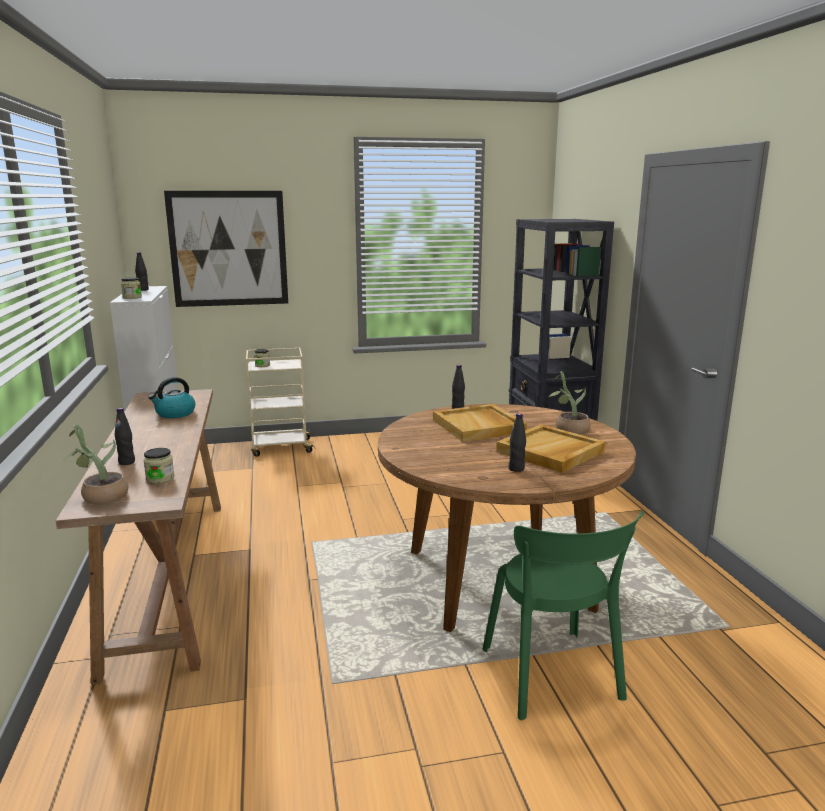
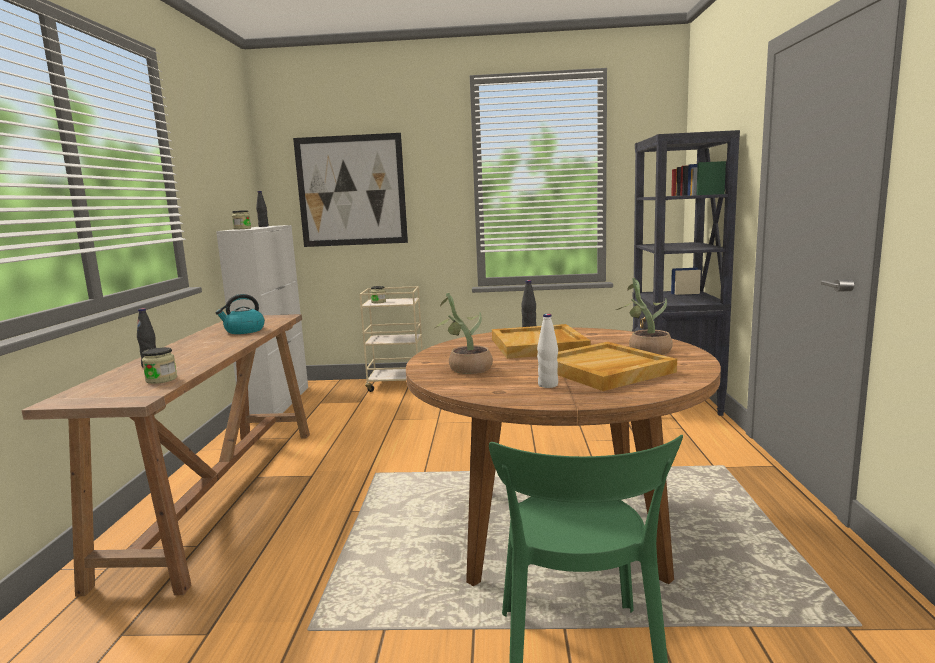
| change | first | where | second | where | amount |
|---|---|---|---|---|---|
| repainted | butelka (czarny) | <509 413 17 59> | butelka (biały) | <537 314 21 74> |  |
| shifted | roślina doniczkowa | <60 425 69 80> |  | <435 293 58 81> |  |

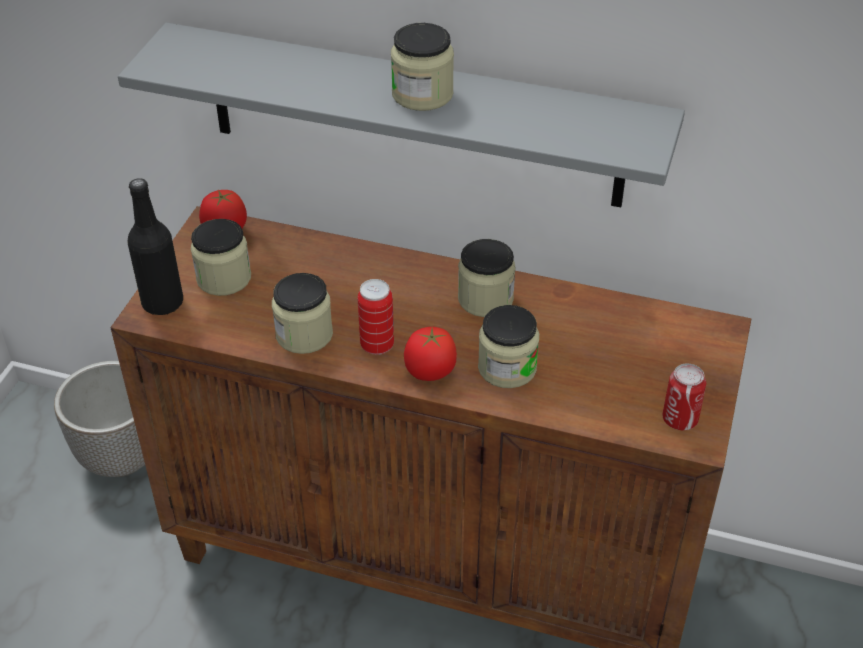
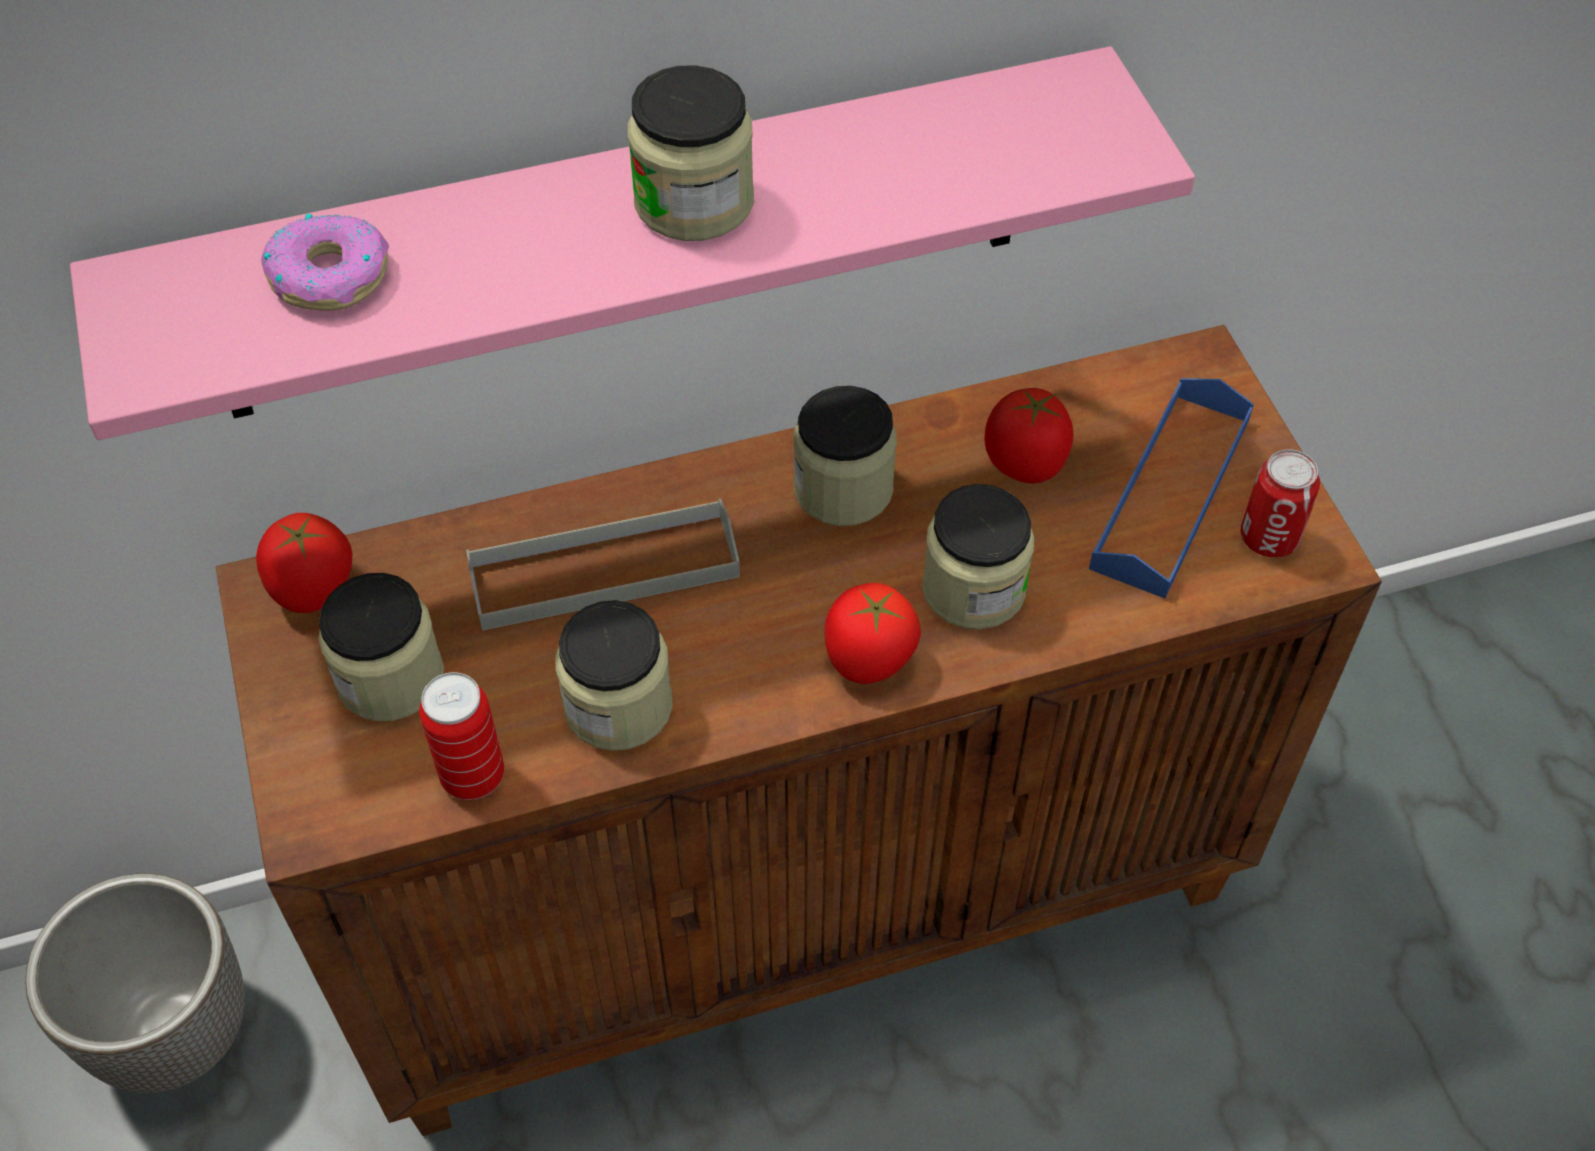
| change | first | where | second | where | amount |
|---|---|---|---|---|---|
| repainted | półka (szary) | <118 22 567 185> | półka (różowy) | <70 46 1125 394> |  |
| gone | butelka (czarny) | <127 178 56 137> |  |  |  |
| shifted | puszka | <358 279 36 76> |  | <419 672 85 128> |  |
| new |  |  | donut | <261 214 128 97> |  |
| new |  |  | taca (niebieski) | <1089 378 165 221> |  |
| new |  |  | pomidor | <984 388 89 95> |  |
| new |  |  | taca (szary) | <466 499 274 132> |  |

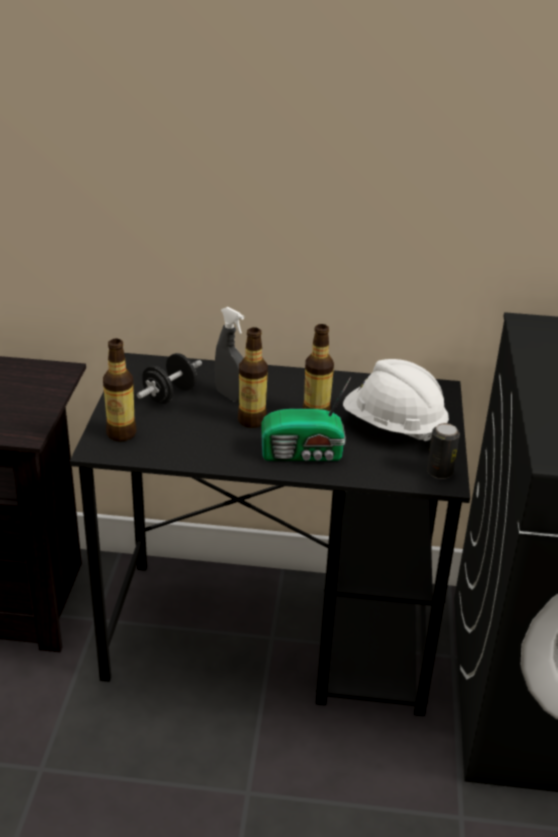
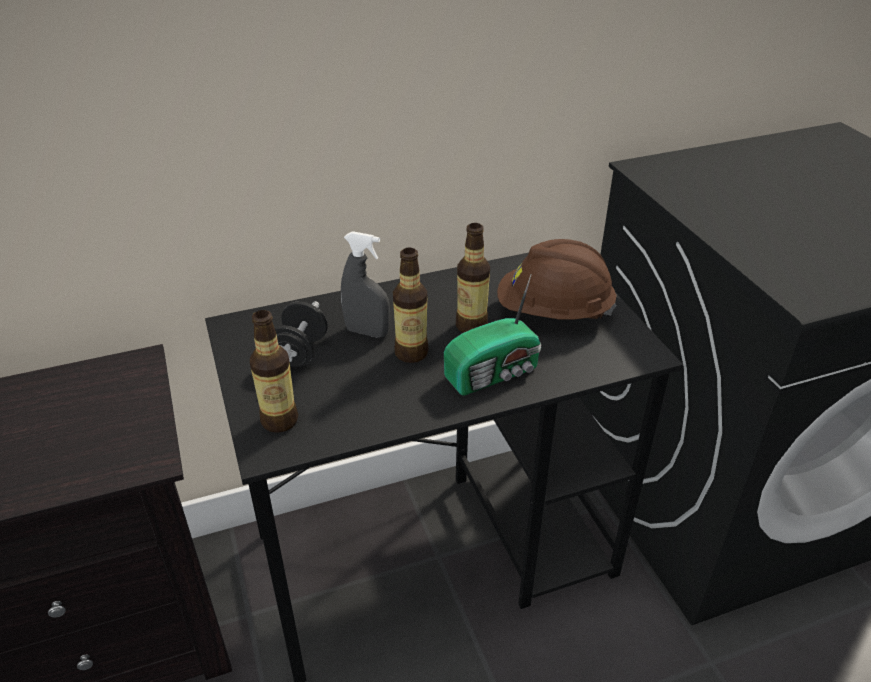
| change | first | where | second | where | amount |
|---|---|---|---|---|---|
| repainted | kask (biały) | <343 359 106 82> | kask (brązowy) | <497 239 120 80> |  |
| gone | puszka | <427 423 33 56> |  |  |  |

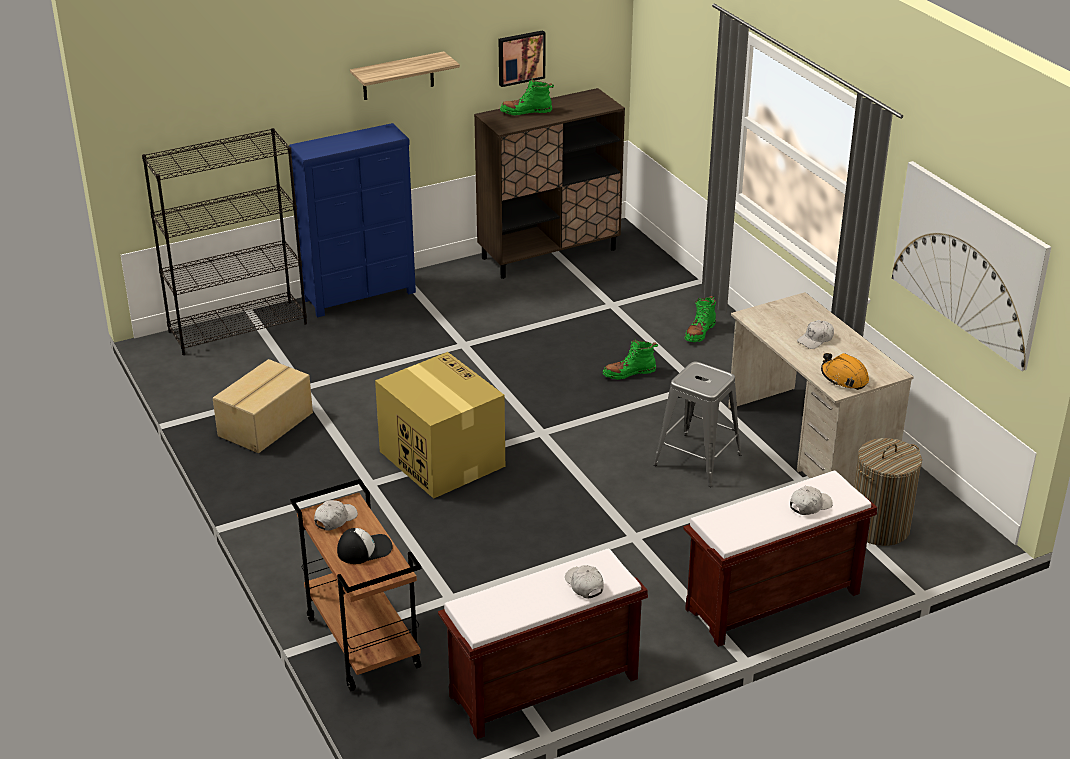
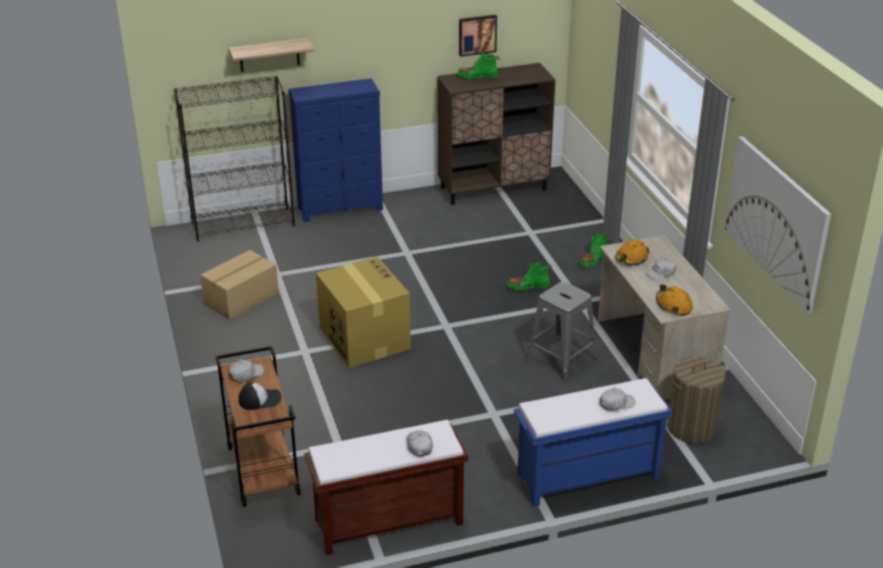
| change | first | where | second | where | amount |
|---|---|---|---|---|---|
| shifted | półka | <350 51 110 49> |  | <228 38 86 34> |  |
| repainted | ławka (brązowy) | <683 471 194 176> | ławka (niebieski) | <514 378 158 129> |  |
| new |  |  | kask (pomarańczowy) | <615 239 34 26> |  |

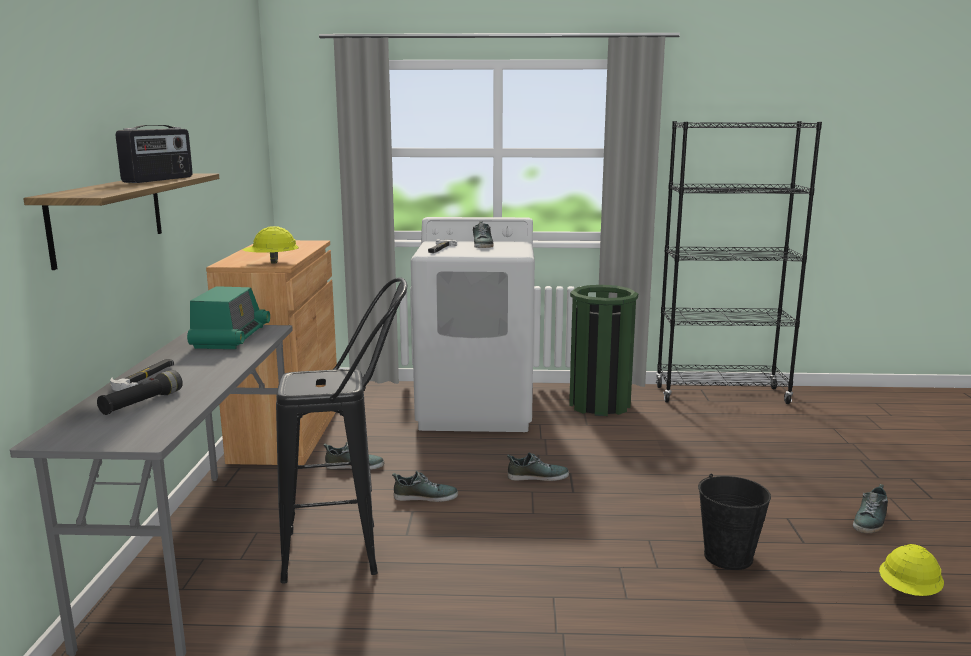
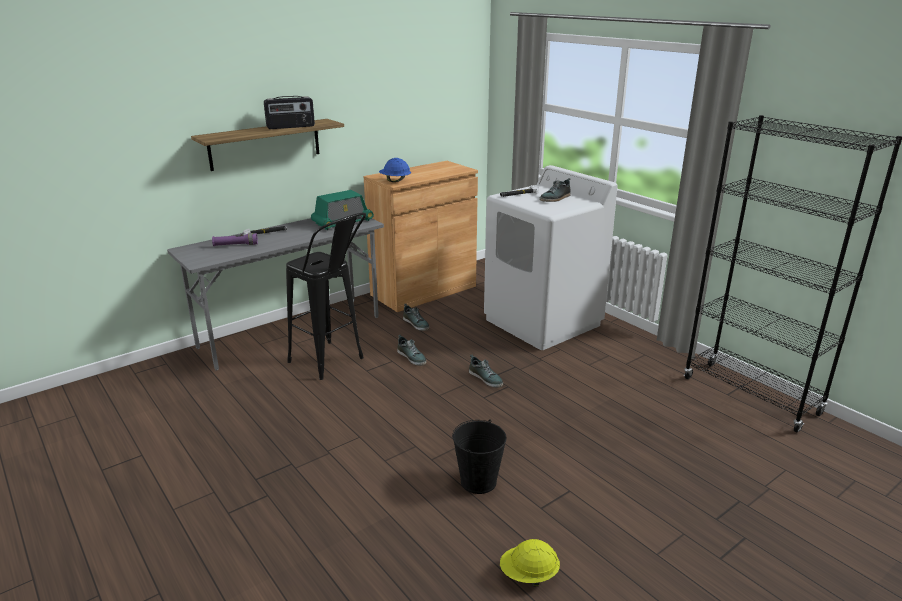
| change | first | where | second | where | amount |
|---|---|---|---|---|---|
| repainted | kask (żółty) | <242 226 57 38> | kask (niebieski) | <379 158 32 24> |  |
| gone | kosz na śmieci (zielony) | <569 285 69 131> |  |  |  |
| repainted | latarka (czarny) | <97 370 86 45> | latarka (fioletowy) | <212 233 46 13> |  |
| gone | but | <853 484 35 49> |  |  |  |

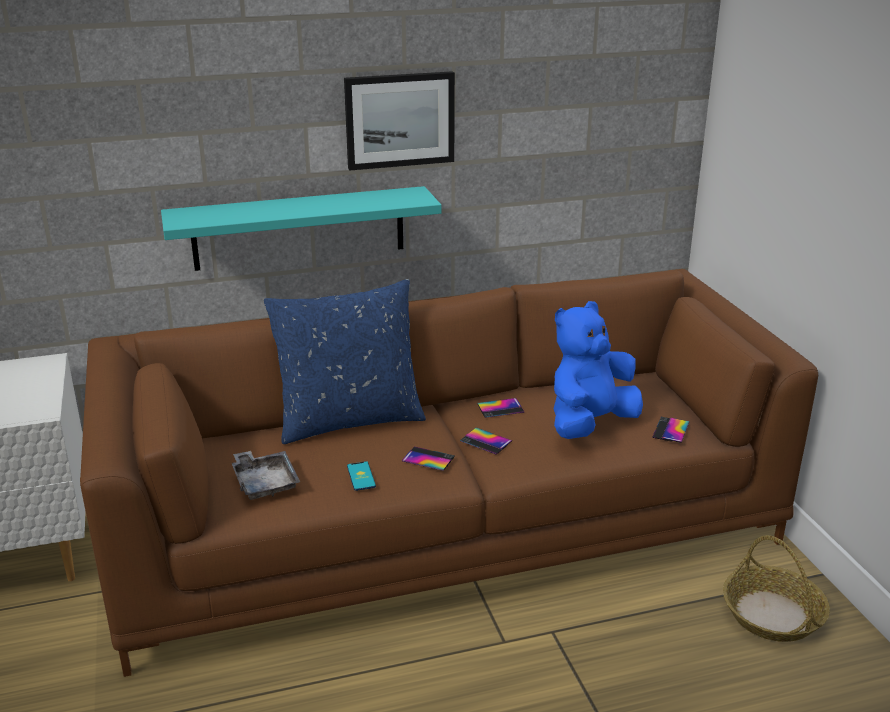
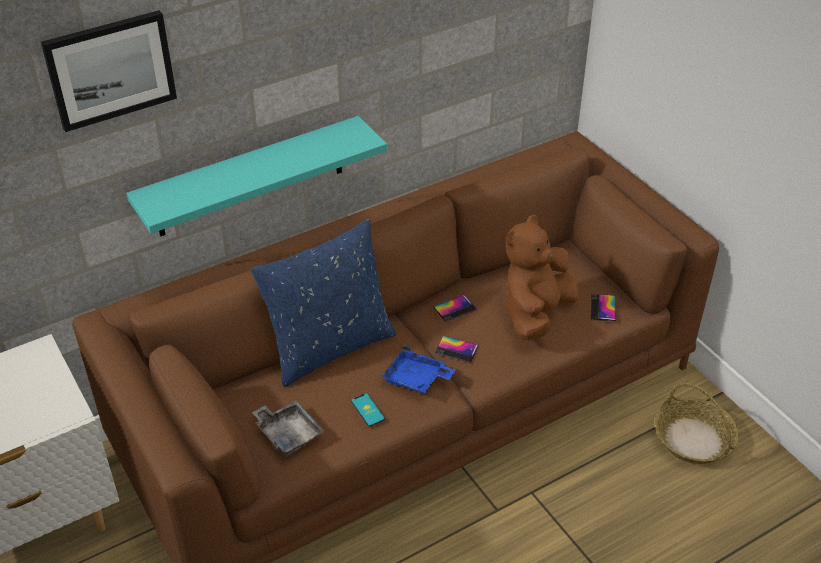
| change | first | where | second | where | amount |
|---|---|---|---|---|---|
| shifted | obraz | <344 71 111 99> |  | <41 10 136 122> |  |
| repainted | pluszak (niebieski) | <554 301 89 138> | pluszak (brązowy) | <505 215 73 126> |  |
| swapped | telefon | <402 446 53 25> | taca (niebieski) | <381 345 75 48> |  |

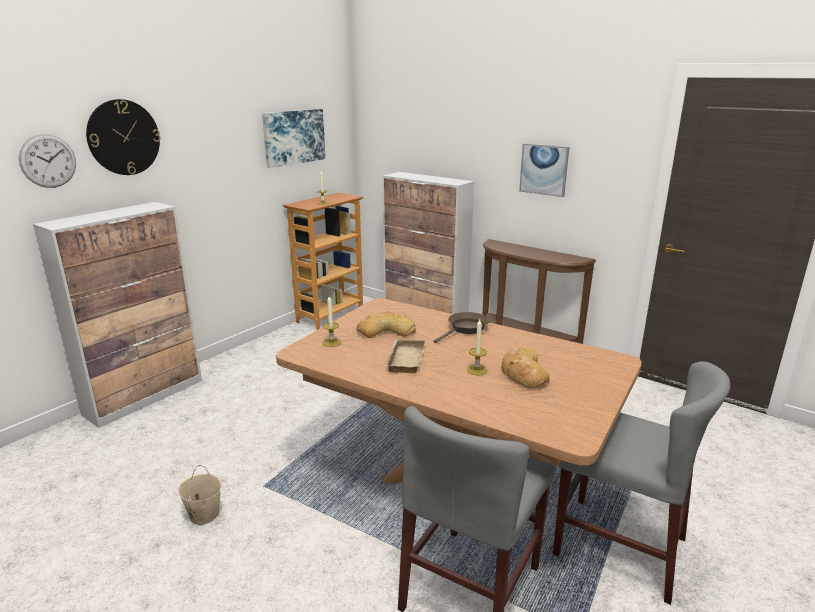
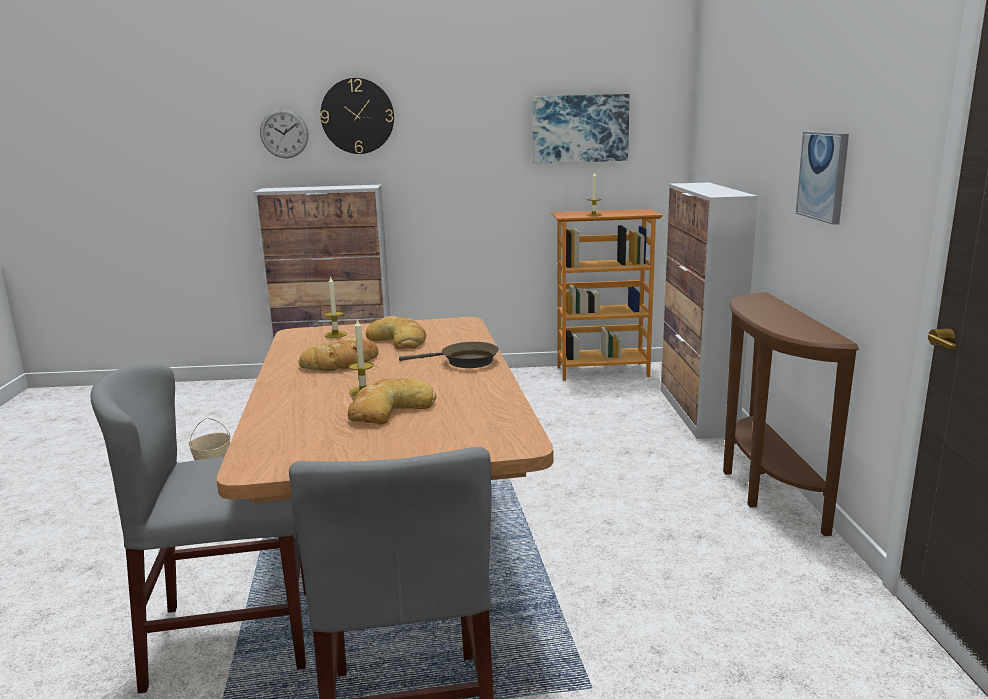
| change | first | where | second | where | amount |
|---|---|---|---|---|---|
| swapped | taca (beżowy) | <385 339 40 34> | chleb | <299 337 80 34> |  |

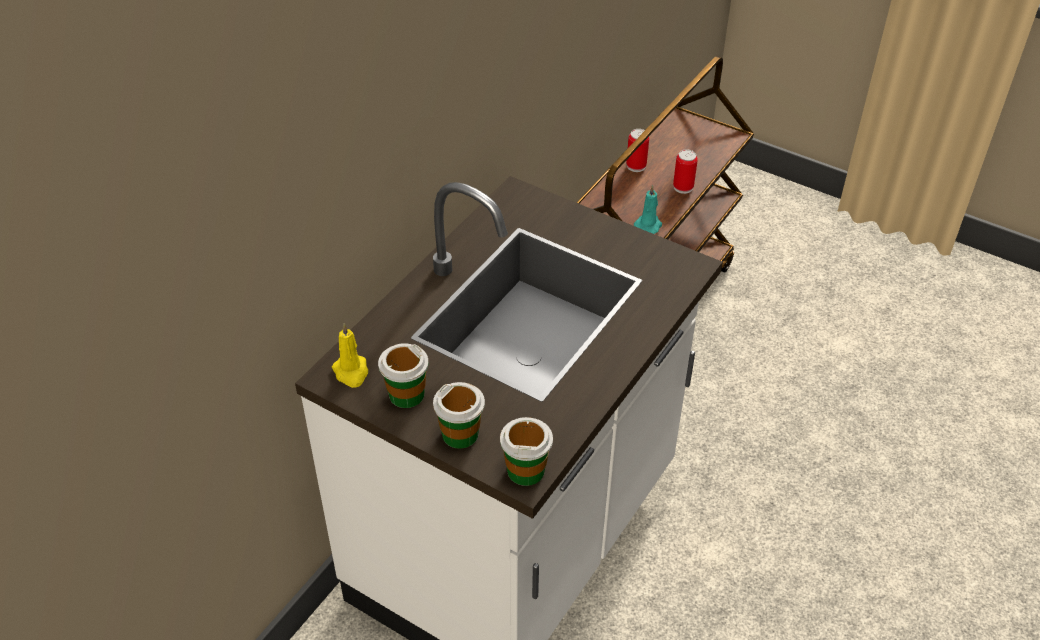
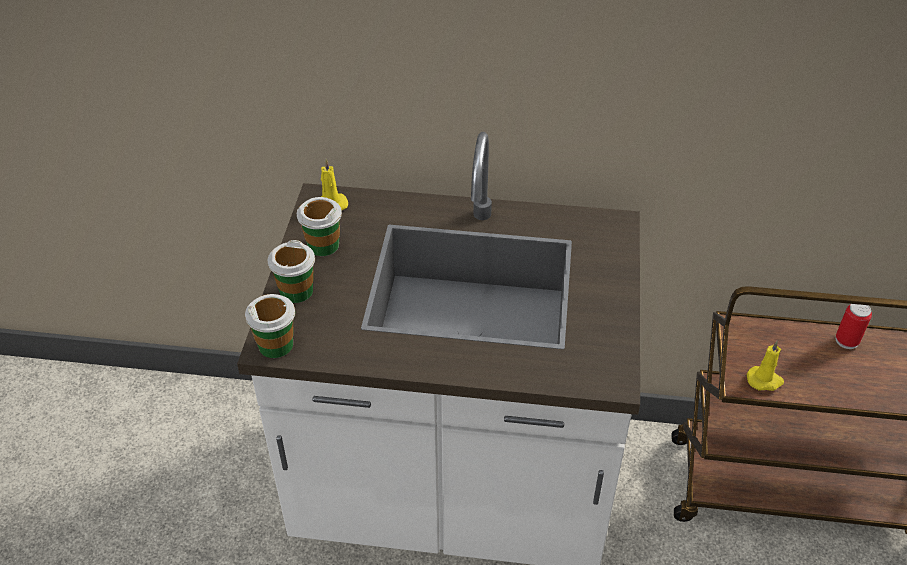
| change | first | where | second | where | amount |
|---|---|---|---|---|---|
| gone | puszka | <673 150 25 44> |  |  |  |
| repainted | świeca (turkusowy) | <634 185 28 49> | świeca (żółty) | <747 340 37 51> |  |

